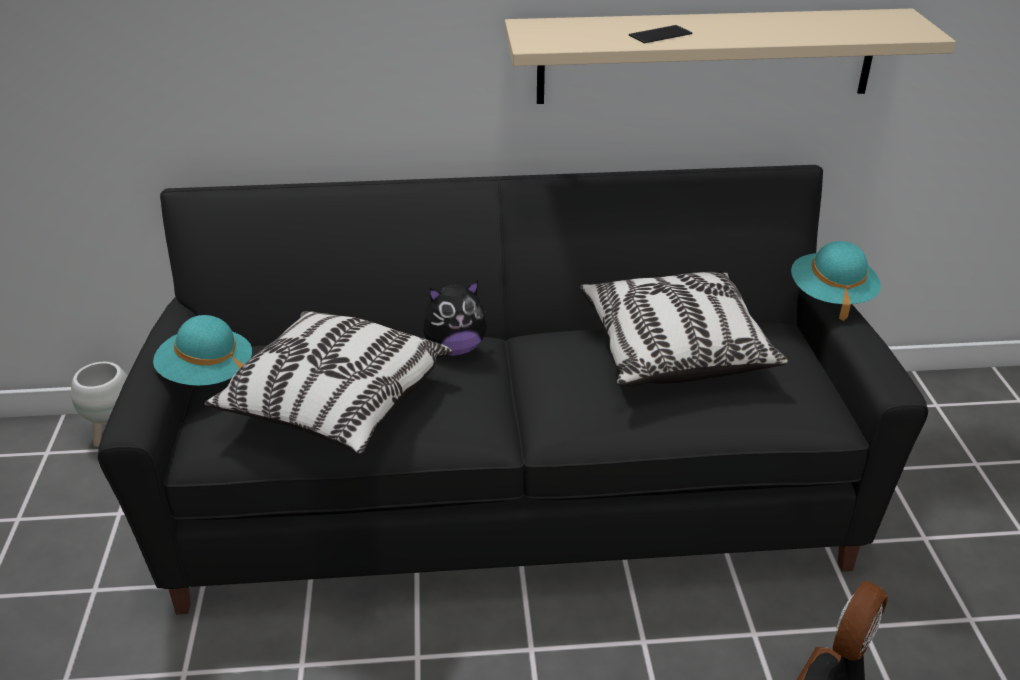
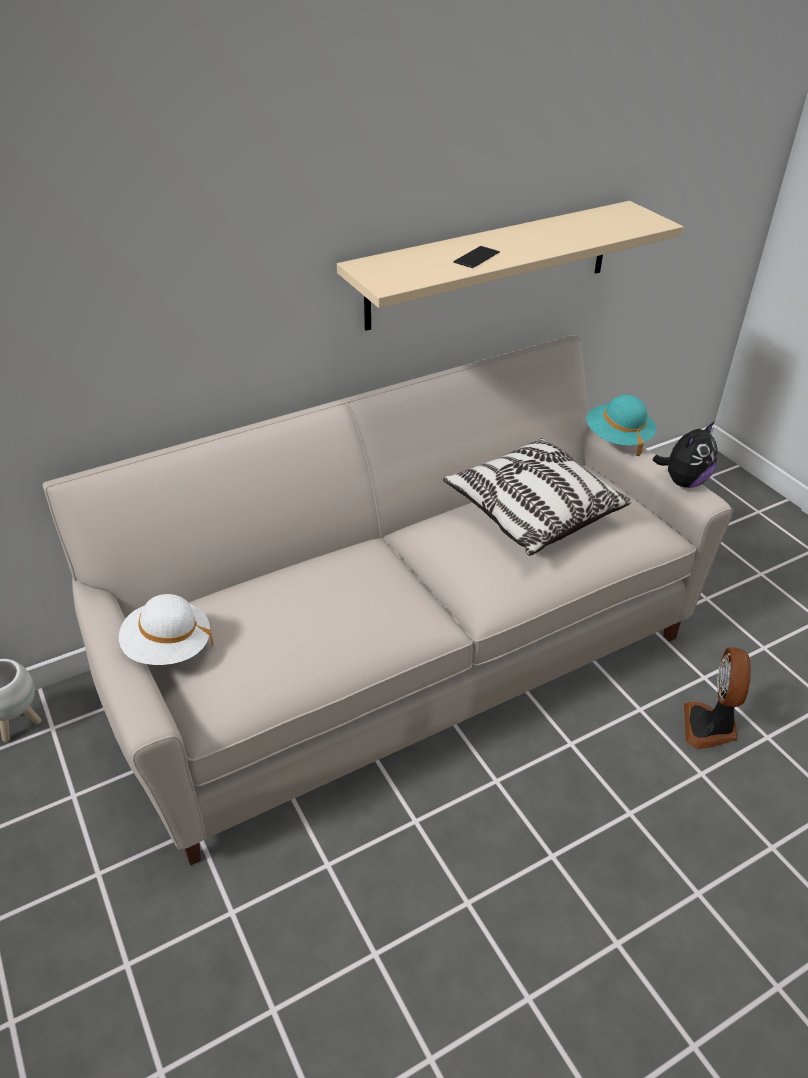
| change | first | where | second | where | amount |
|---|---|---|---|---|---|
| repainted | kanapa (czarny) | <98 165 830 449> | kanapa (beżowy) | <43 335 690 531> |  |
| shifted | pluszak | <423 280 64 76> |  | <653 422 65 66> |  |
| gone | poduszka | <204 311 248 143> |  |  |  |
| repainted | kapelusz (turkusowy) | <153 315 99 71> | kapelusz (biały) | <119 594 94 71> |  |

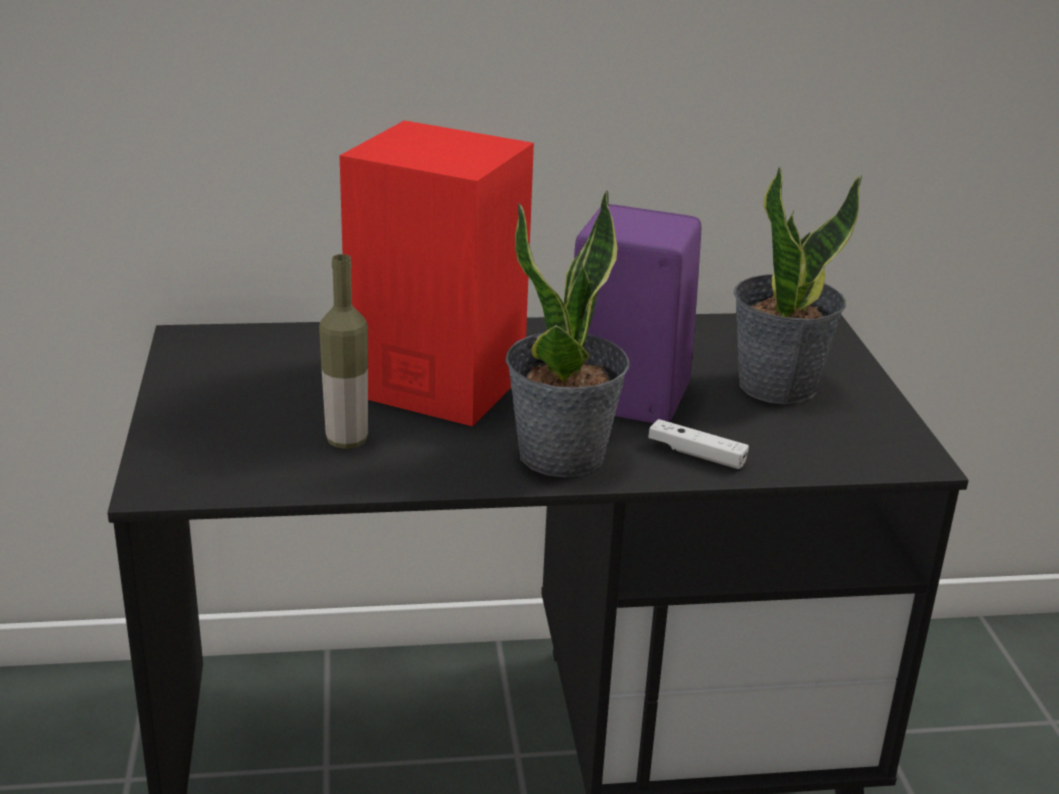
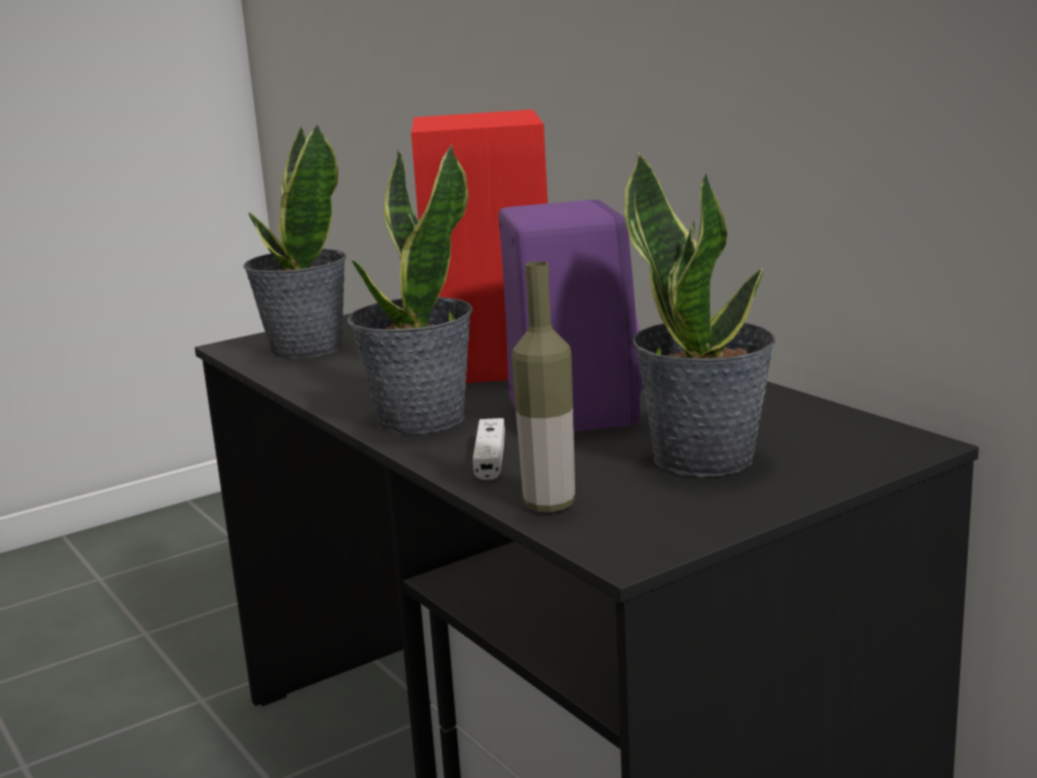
| change | first | where | second | where | amount |
|---|---|---|---|---|---|
| shifted | butelka | <319 254 49 195> |  | <512 261 63 251> |  |
| new |  |  | roślina doniczkowa | <243 124 104 235> |  |

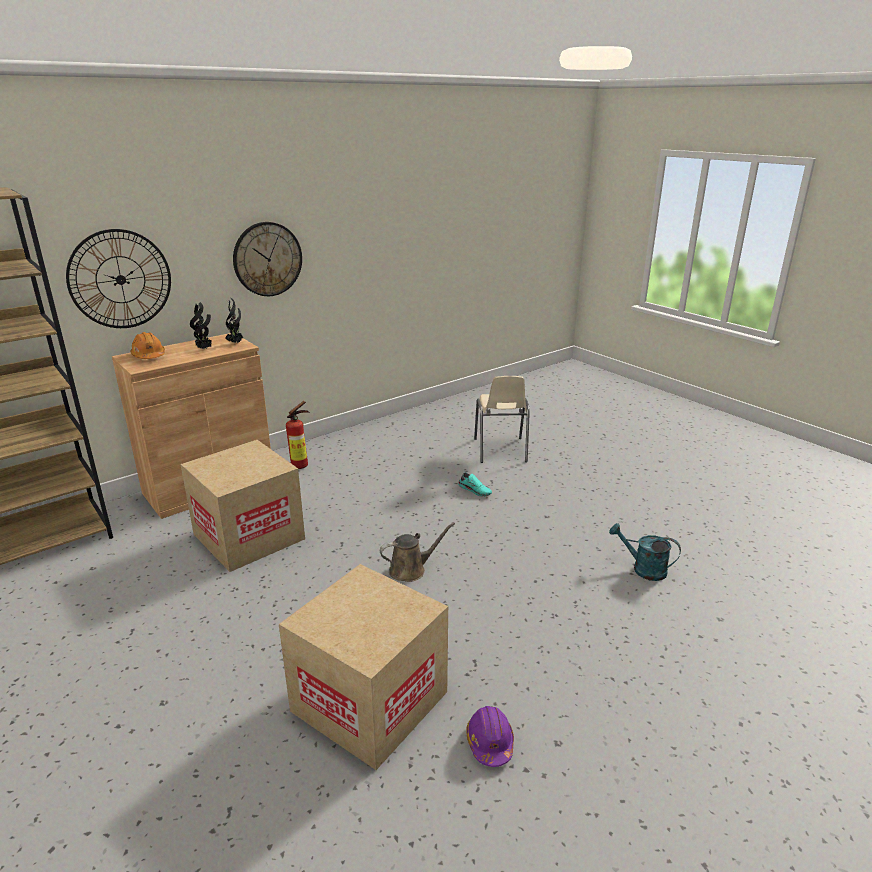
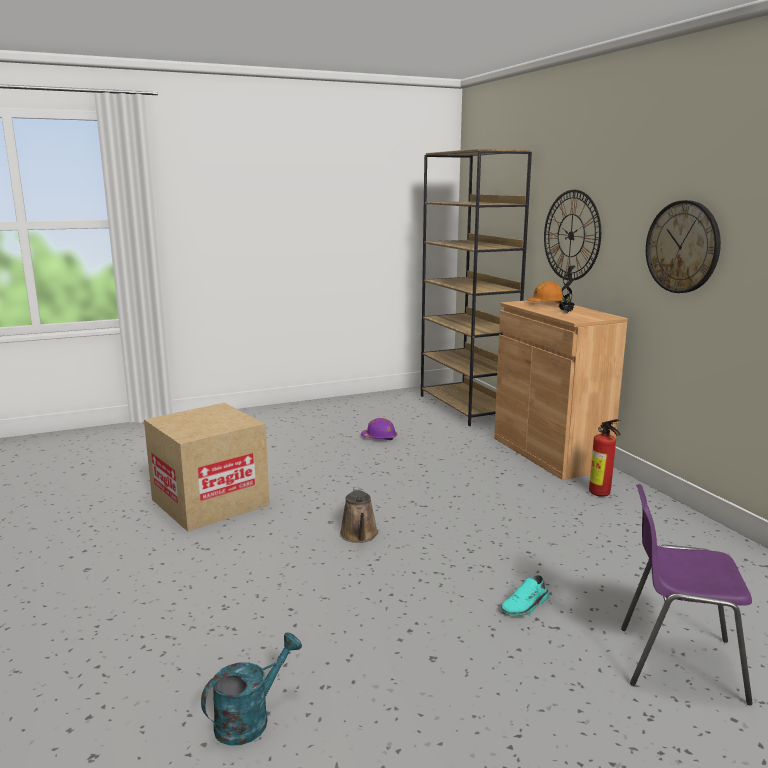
| change | first | where | second | where | amount |
|---|---|---|---|---|---|
| gone | roślina doniczkowa | <225 297 18 46> |  |  |  |
| repainted | krzesło (beżowy) | <474 376 56 87> | krzesło (fioletowy) | <621 484 132 221> |  |
| gone | karton | <180 440 125 132> |  |  |  |
| shifted | kask (fioletowy) | <466 706 48 61> |  | <361 418 36 22> |  |

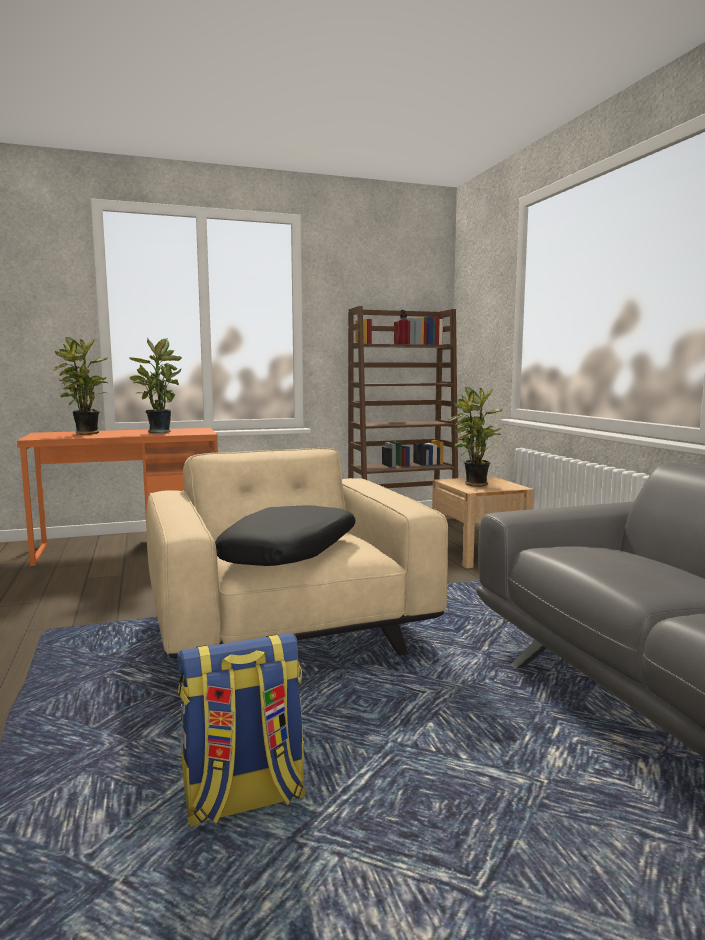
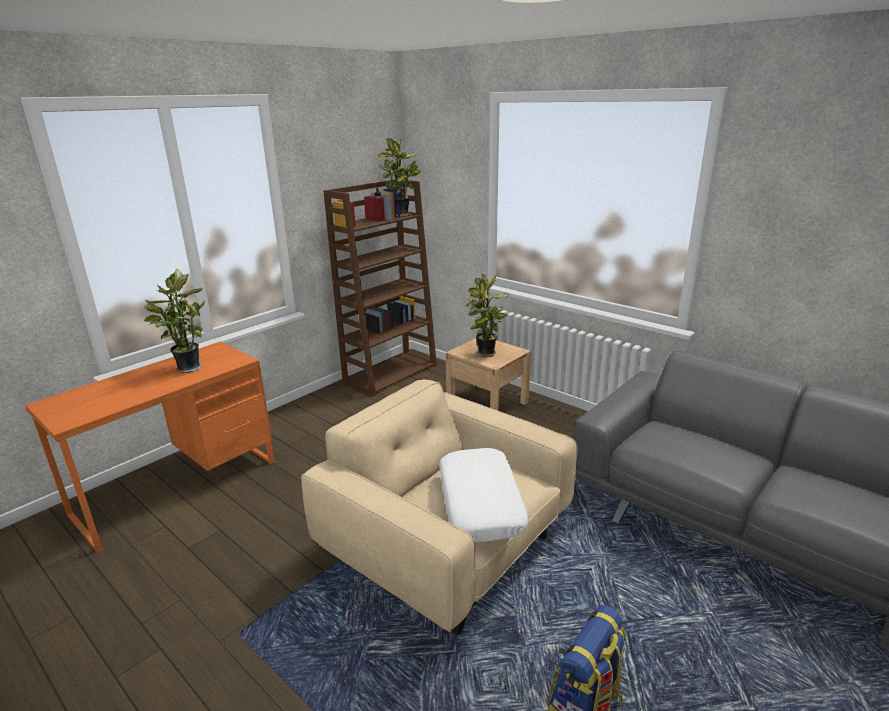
| change | first | where | second | where | amount |
|---|---|---|---|---|---|
| shifted | roślina doniczkowa | <51 337 57 98> |  | <377 138 44 79> |  |
| repainted | poduszka (czarny) | <215 505 140 61> | poduszka (biały) | <439 448 90 95> |  |

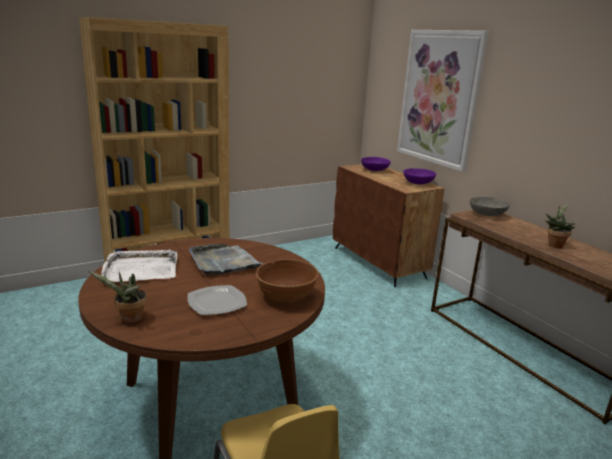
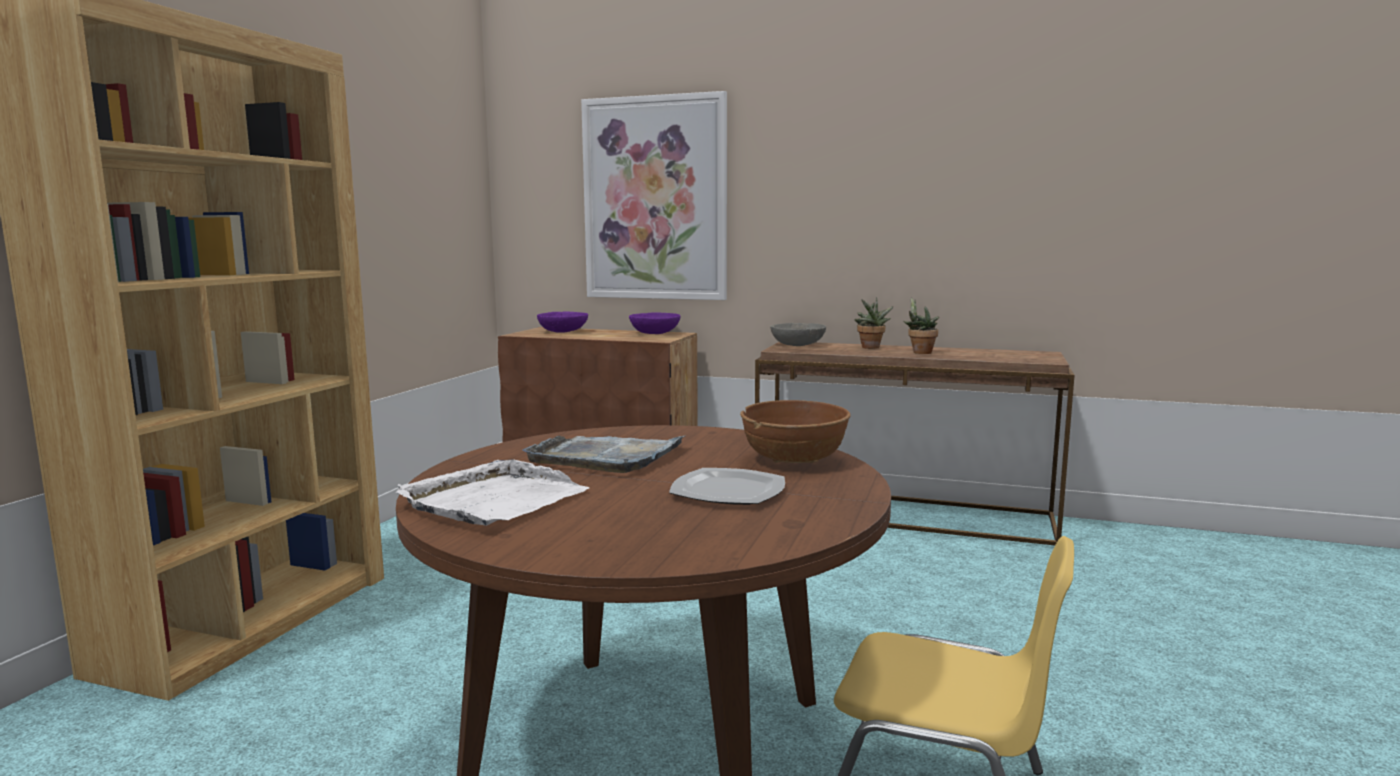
| change | first | where | second | where | amount |
|---|---|---|---|---|---|
| shifted | roślina doniczkowa | <88 271 59 52> |  | <854 297 40 52> |  |

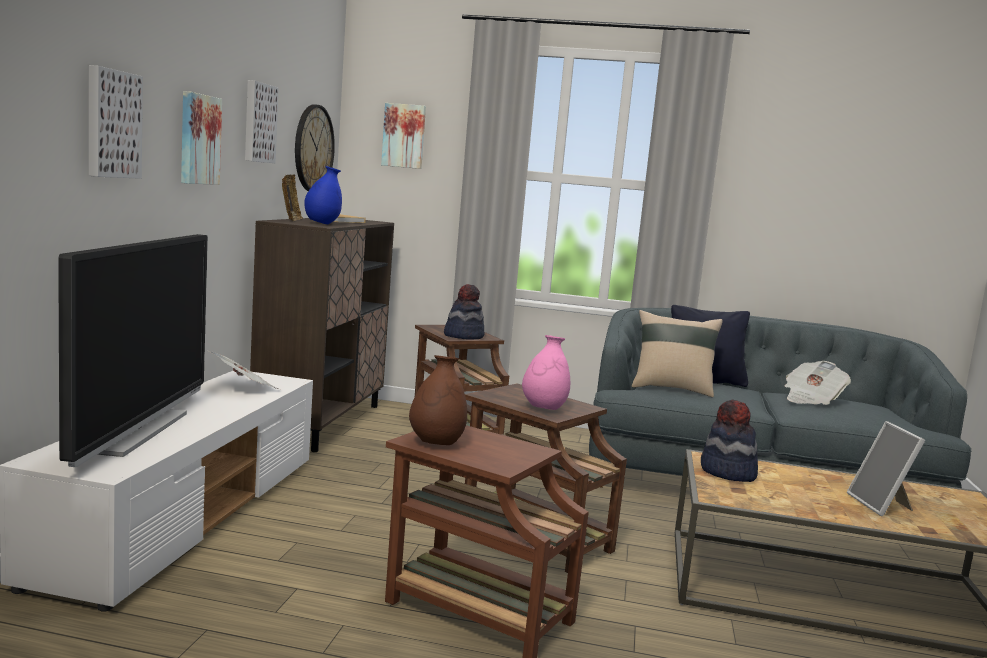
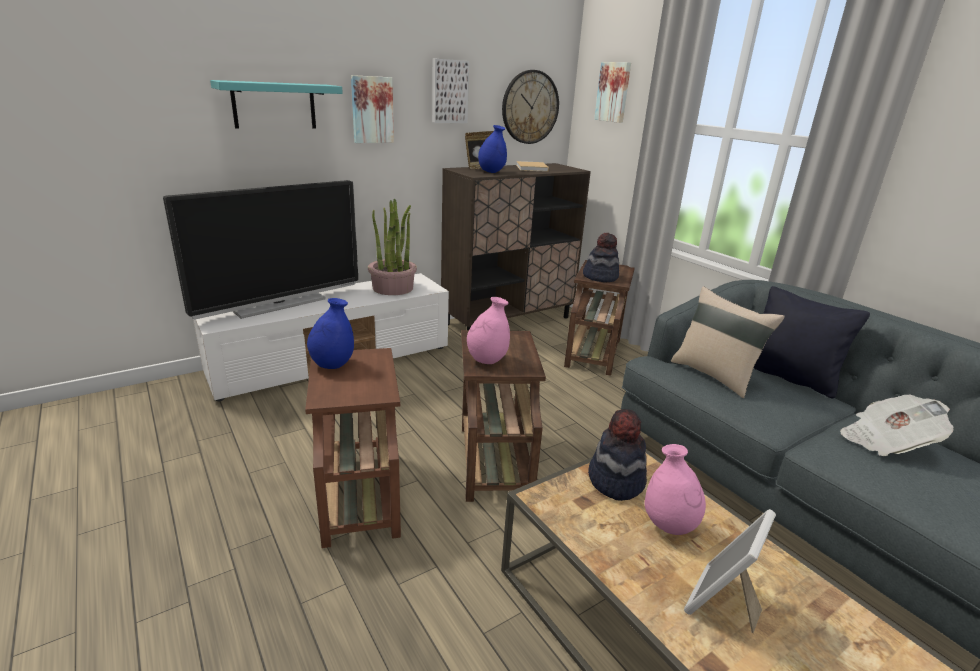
| change | first | where | second | where | amount |
|---|---|---|---|---|---|
| swapped | obraz | <89 65 54 114> | półka (turkusowy) | <210 80 133 49> |  |
| swapped | gazeta | <206 350 72 39> | roślina doniczkowa | <368 199 49 96> |  |
| repainted | wazon (brązowy) | <409 355 58 90> | wazon (niebieski) | <307 298 47 71> |  |
| new |  |  | wazon (różowy) | <645 444 61 91> |  |

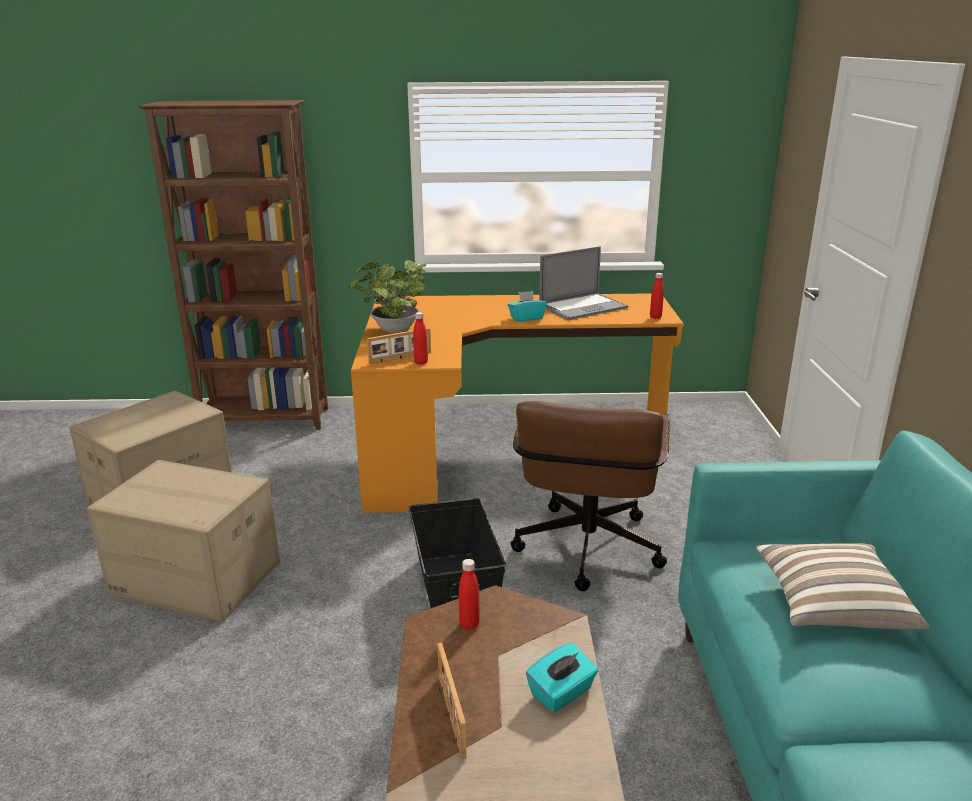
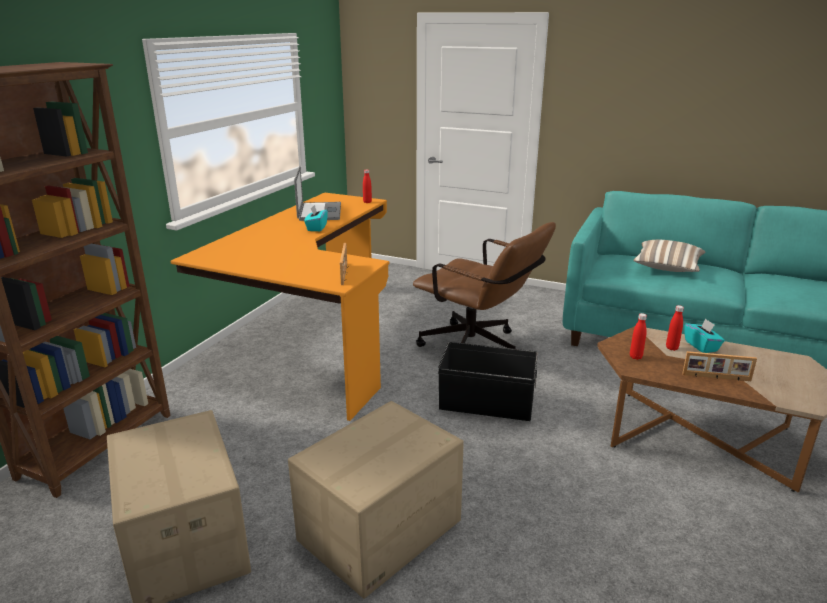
| change | first | where | second | where | amount |
|---|---|---|---|---|---|
| gone | roślina doniczkowa | <348 260 78 73> |  |  |  |
| shifted | butelka (czerwony) | <413 312 15 53> |  | <666 305 18 46> |  |

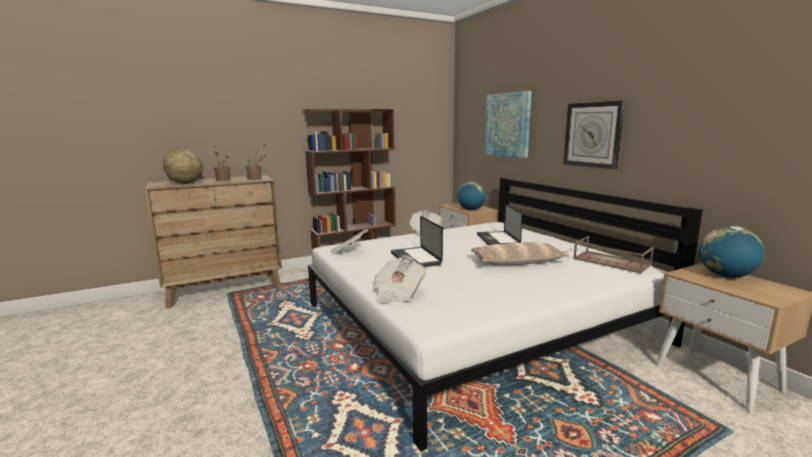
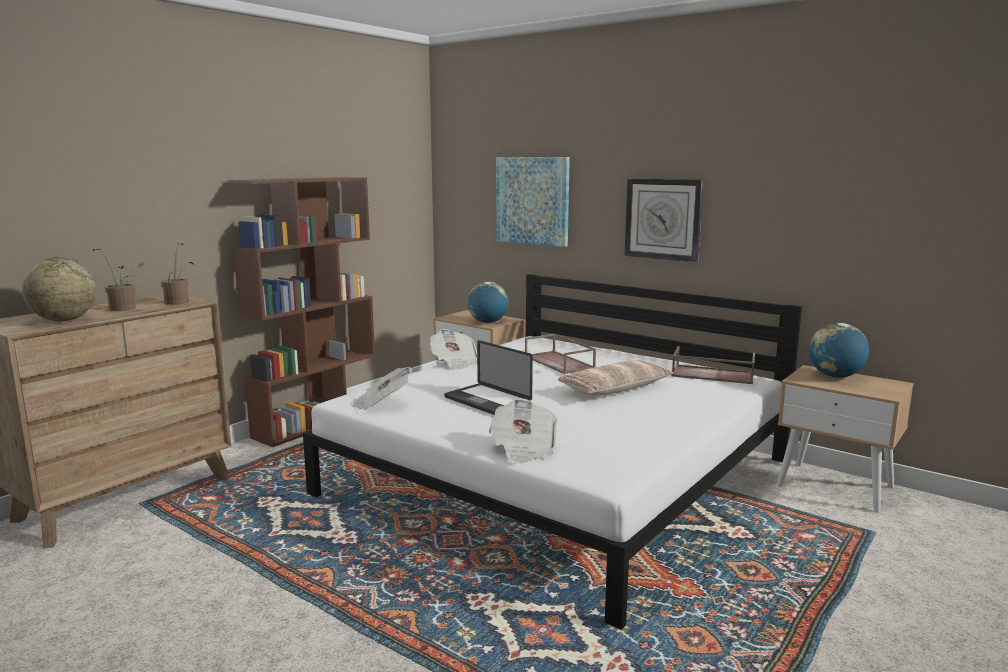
| change | first | where | second | where | amount |
|---|---|---|---|---|---|
| swapped | laptop | <477 204 46 41> | taca (brązowy) | <525 334 71 40> |  |

